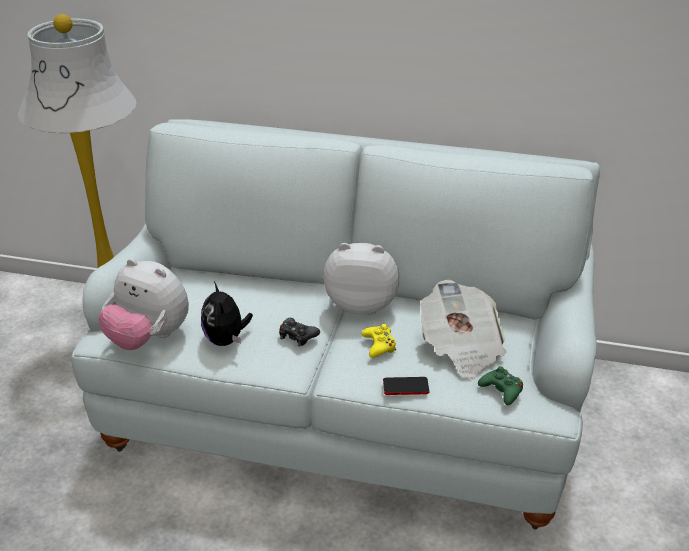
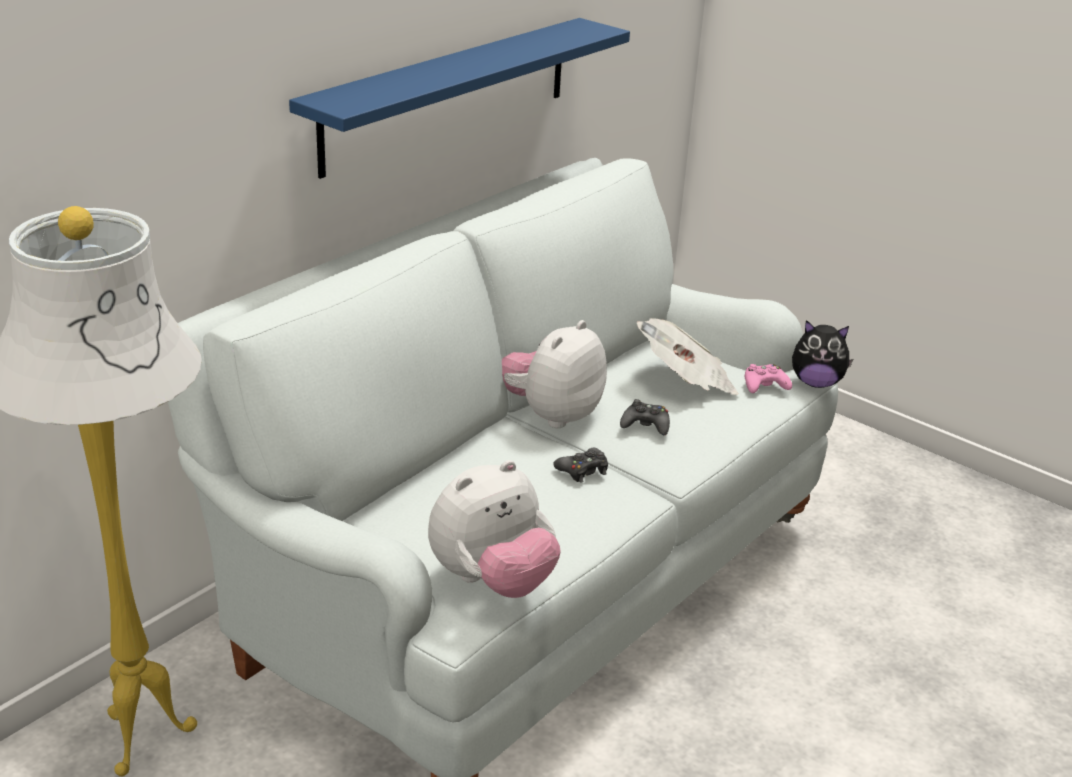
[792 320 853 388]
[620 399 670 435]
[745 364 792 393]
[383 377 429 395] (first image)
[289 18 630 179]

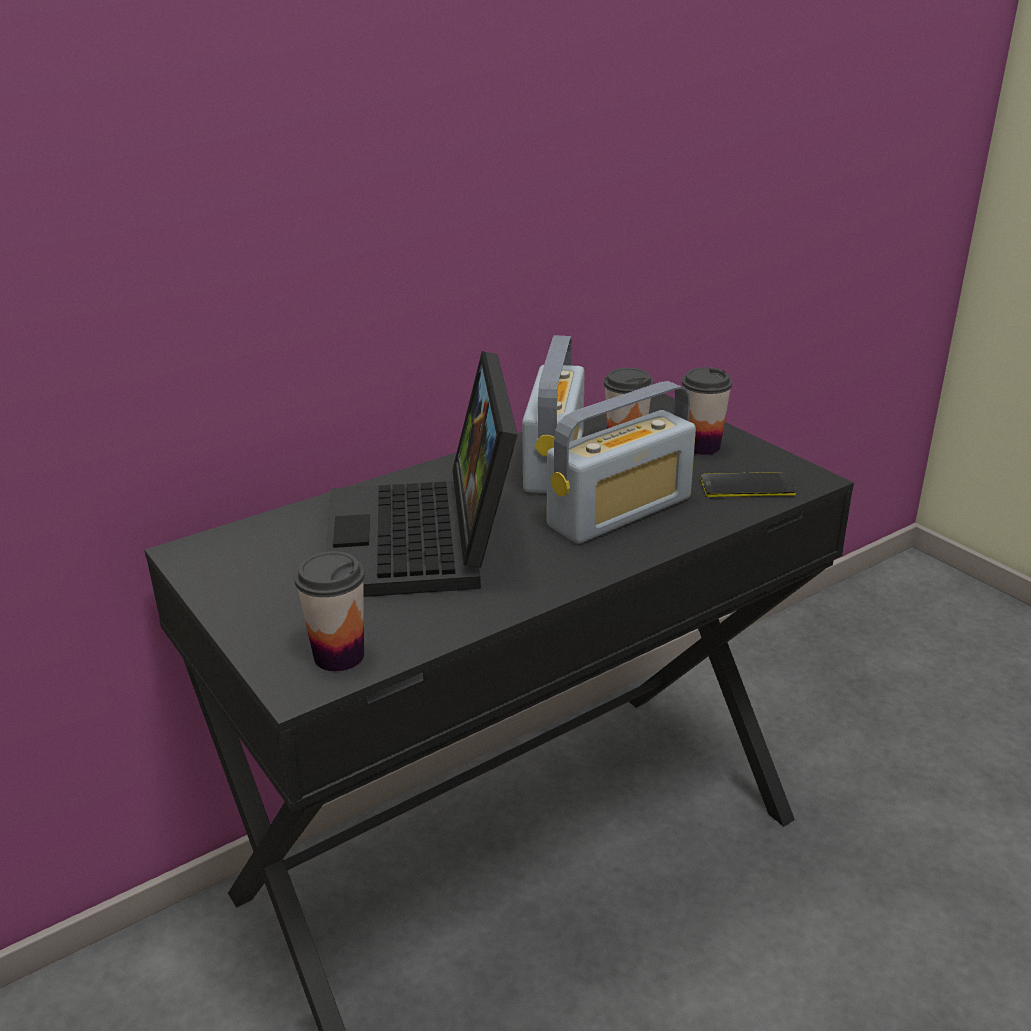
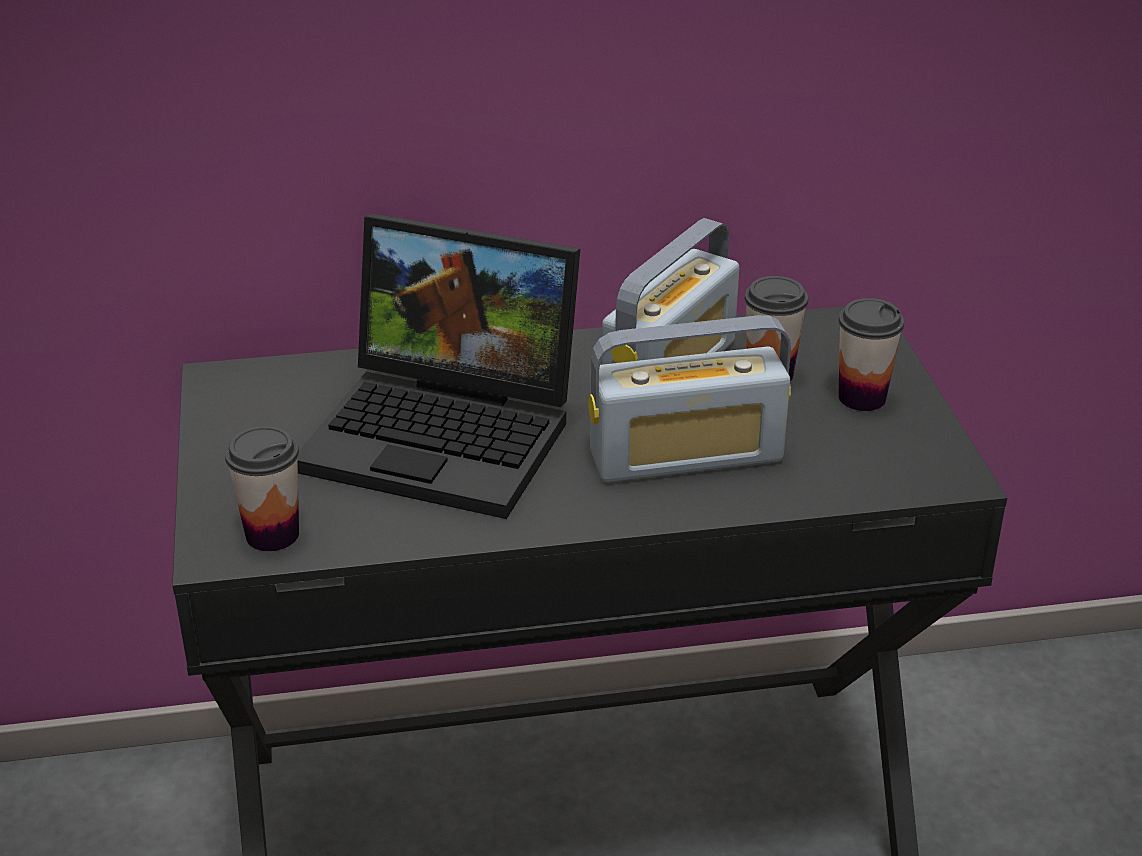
[297 213 580 519]
[701 472 796 497] (first image)

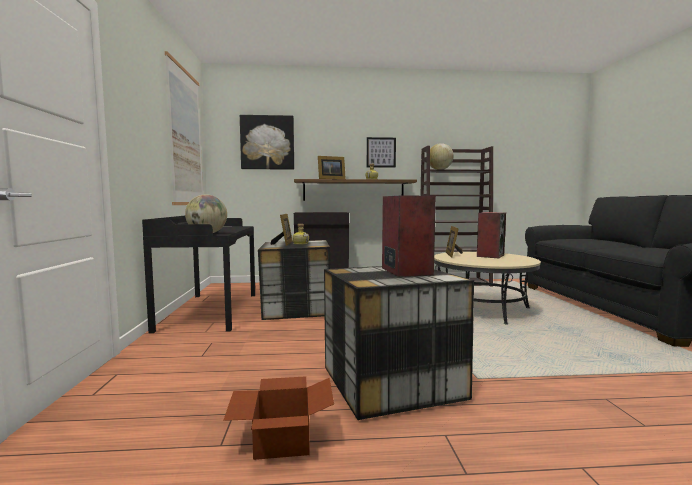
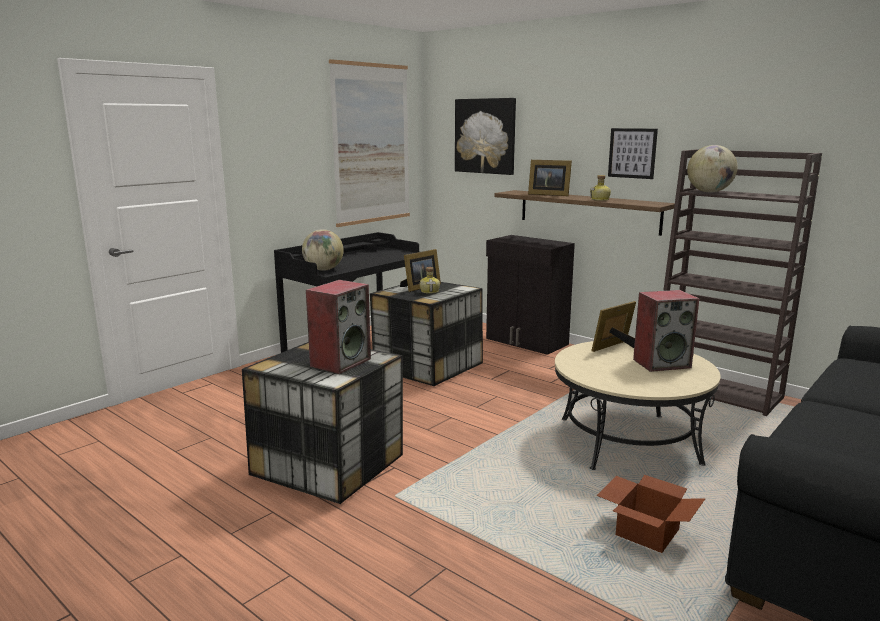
[597 475 706 553]

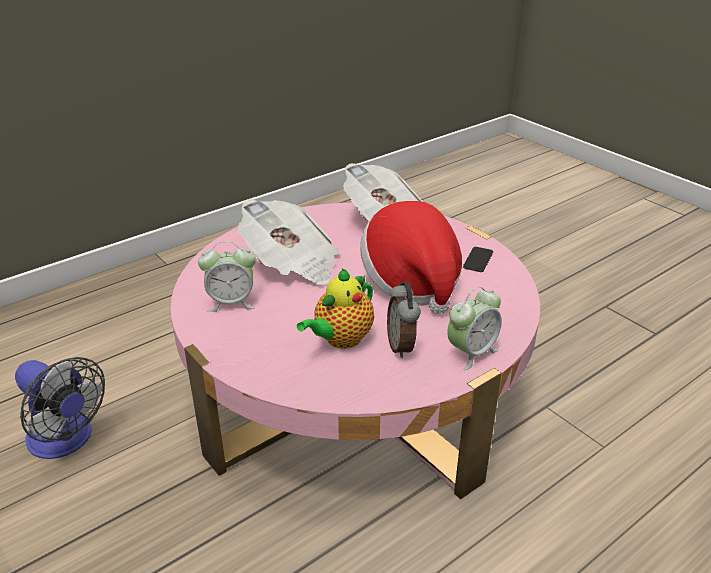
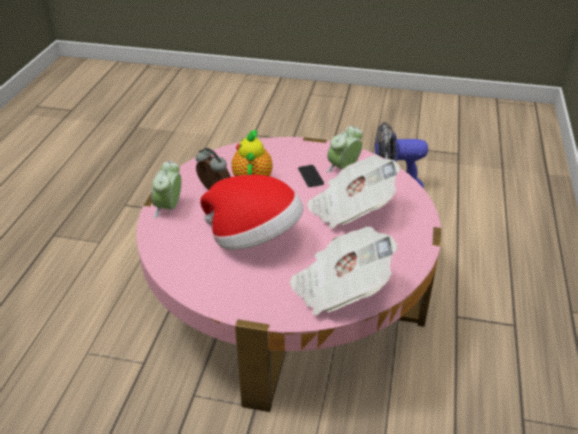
[298 165 324 187]

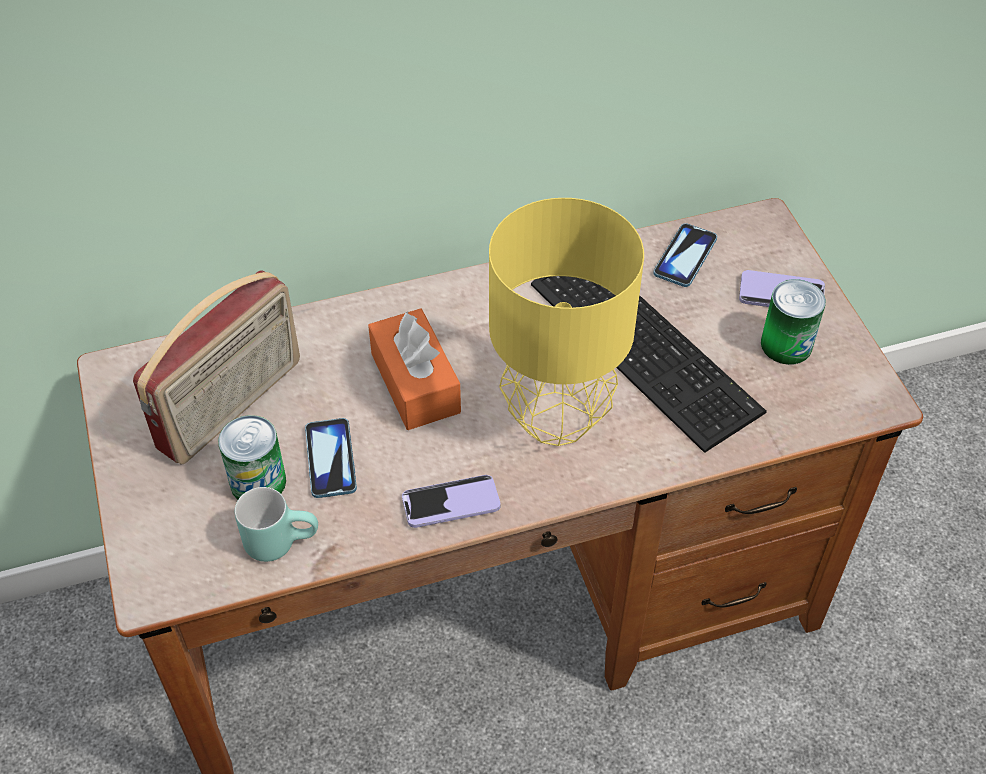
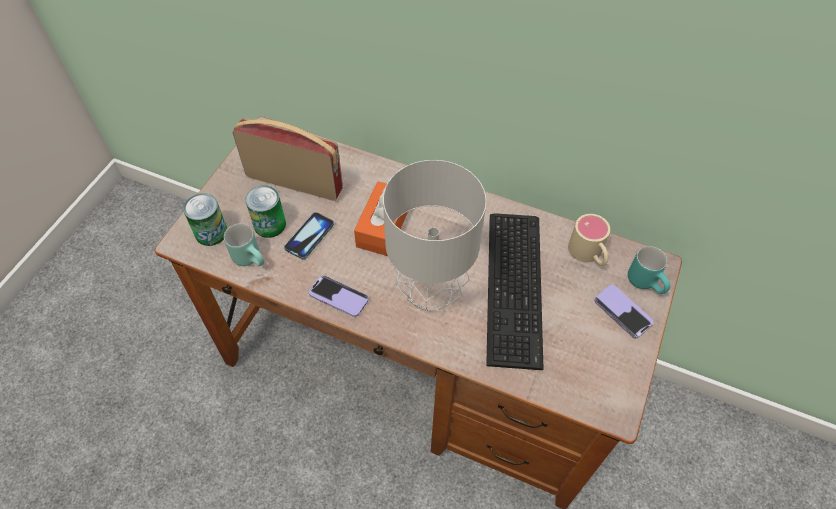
[383 160 486 311]
[568 214 610 266]
[233 118 343 201]
[183 193 227 246]
[628 246 670 294]

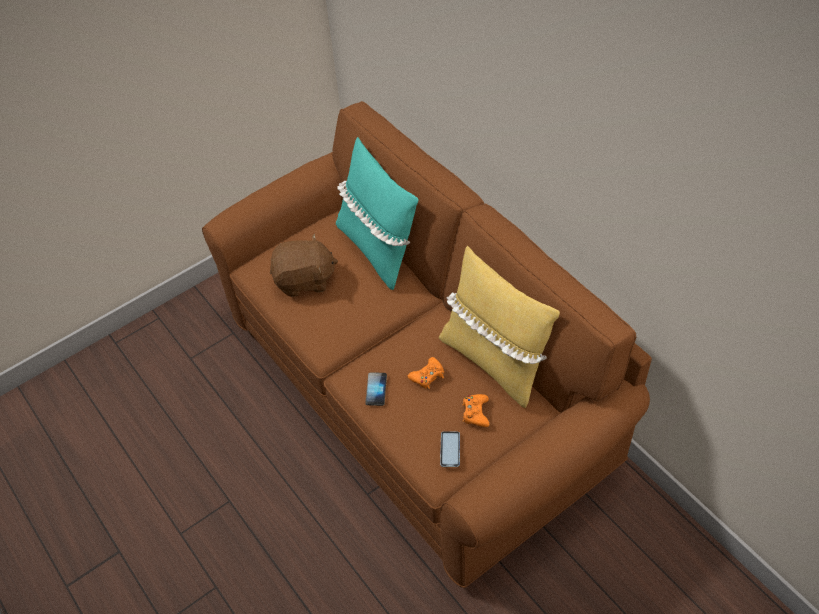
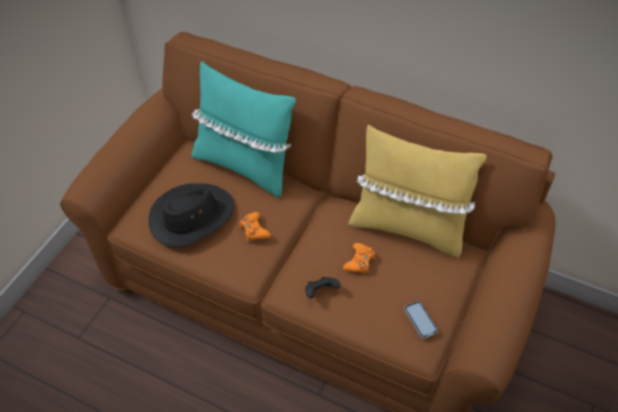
[149 183 235 247]
[305 277 340 298]
[240 212 271 241]

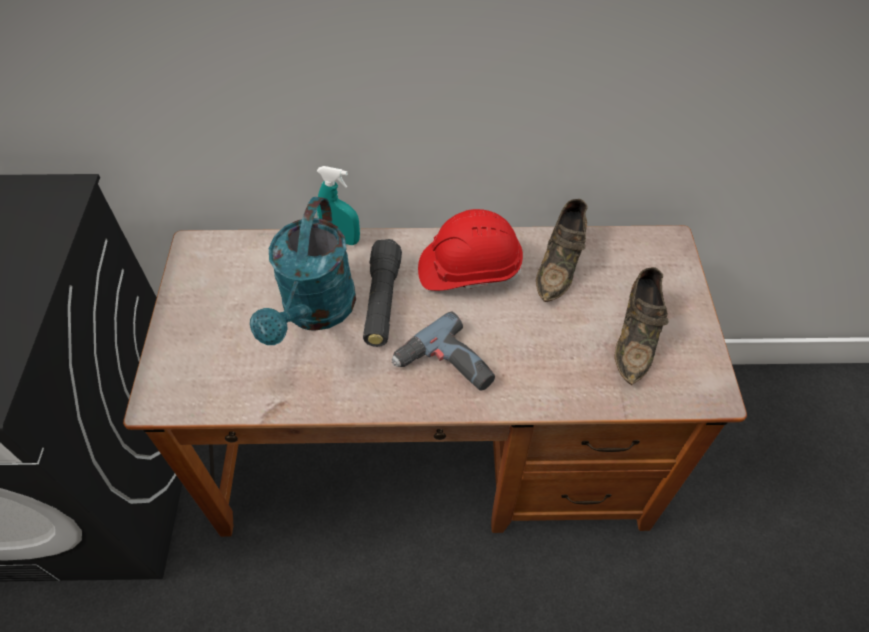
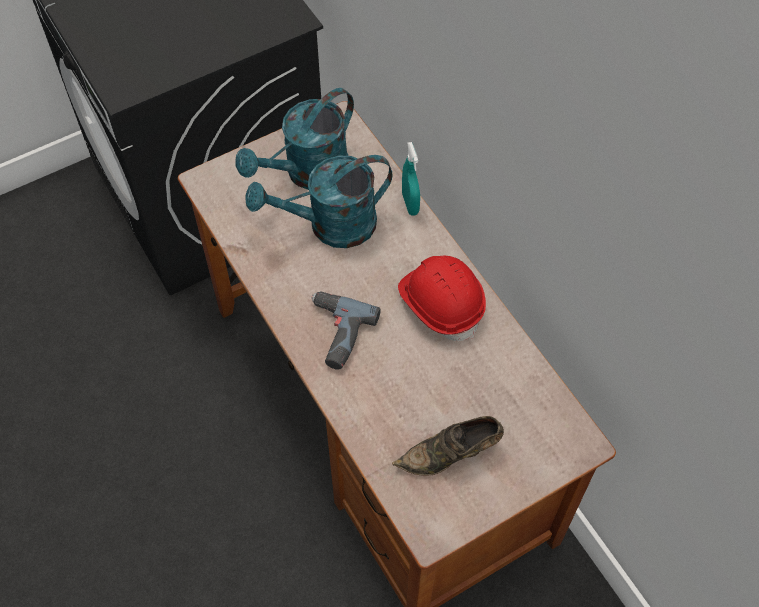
[536 199 588 302] (first image)
[363 239 402 347] (first image)
[235 88 354 190]

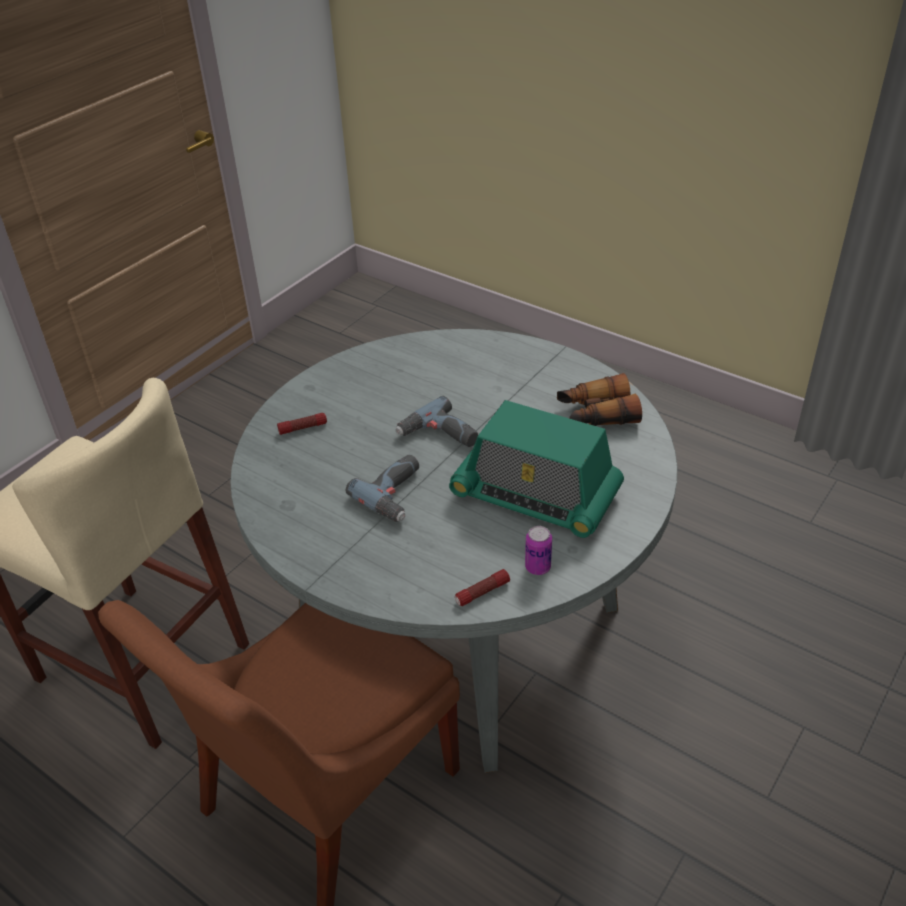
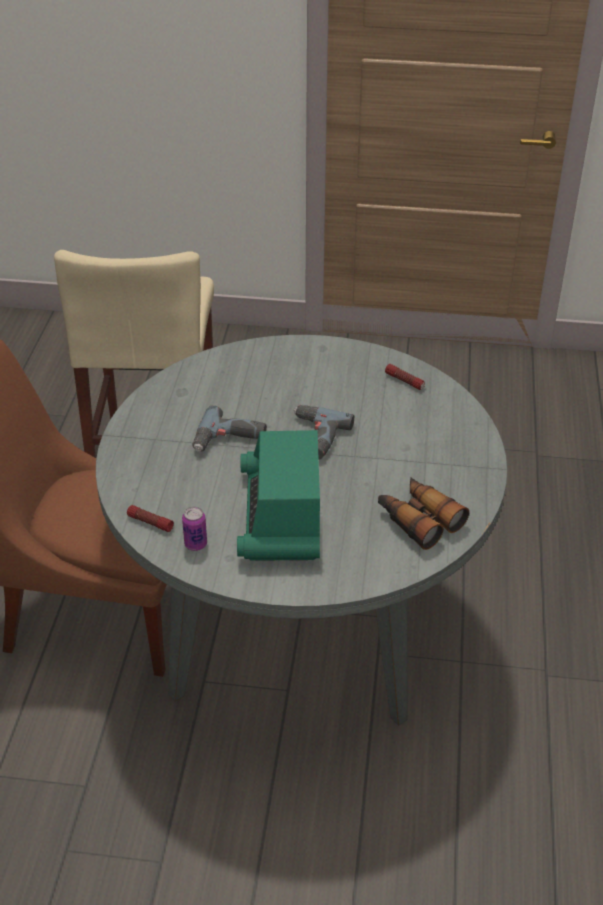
[385 364 425 390]

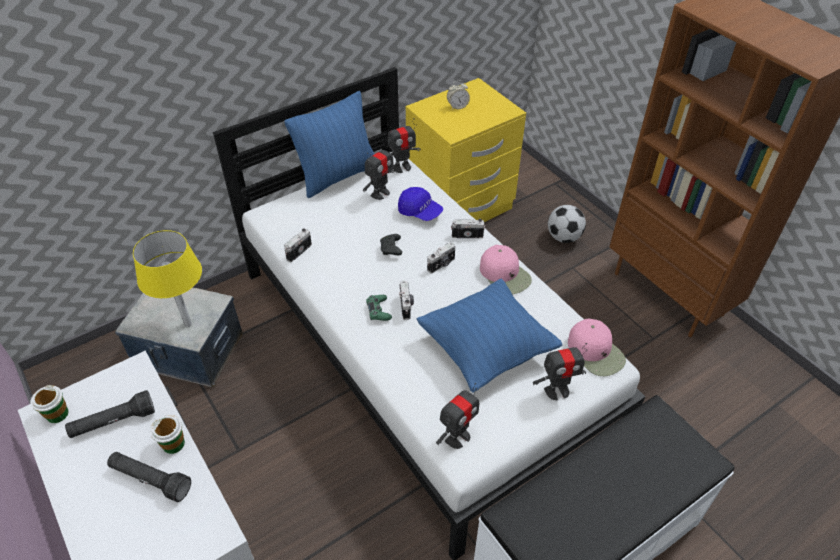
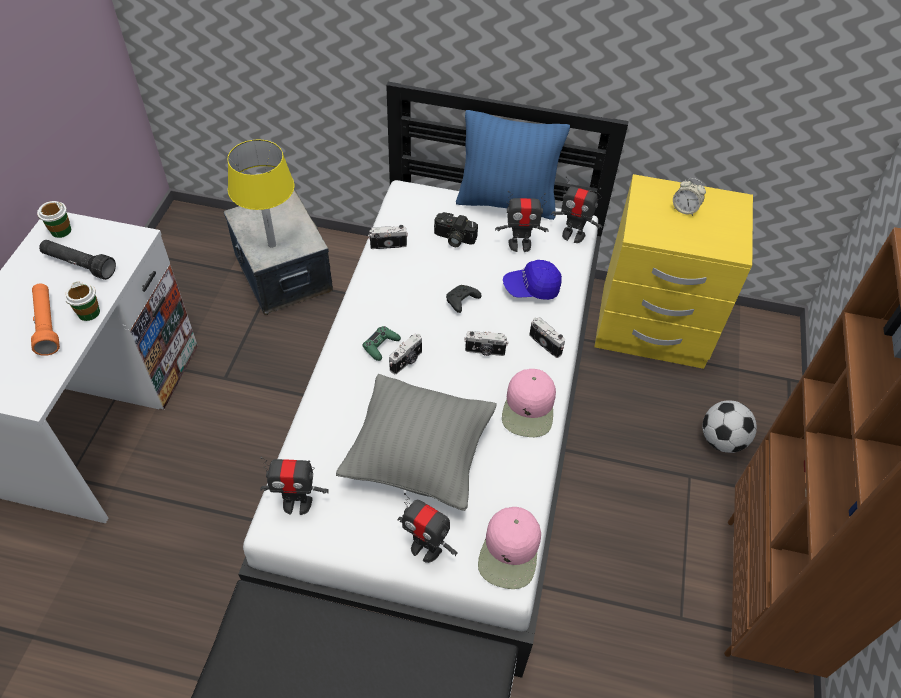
[503 260 562 300]
[336 374 497 511]
[31 284 60 356]
[434 212 478 247]

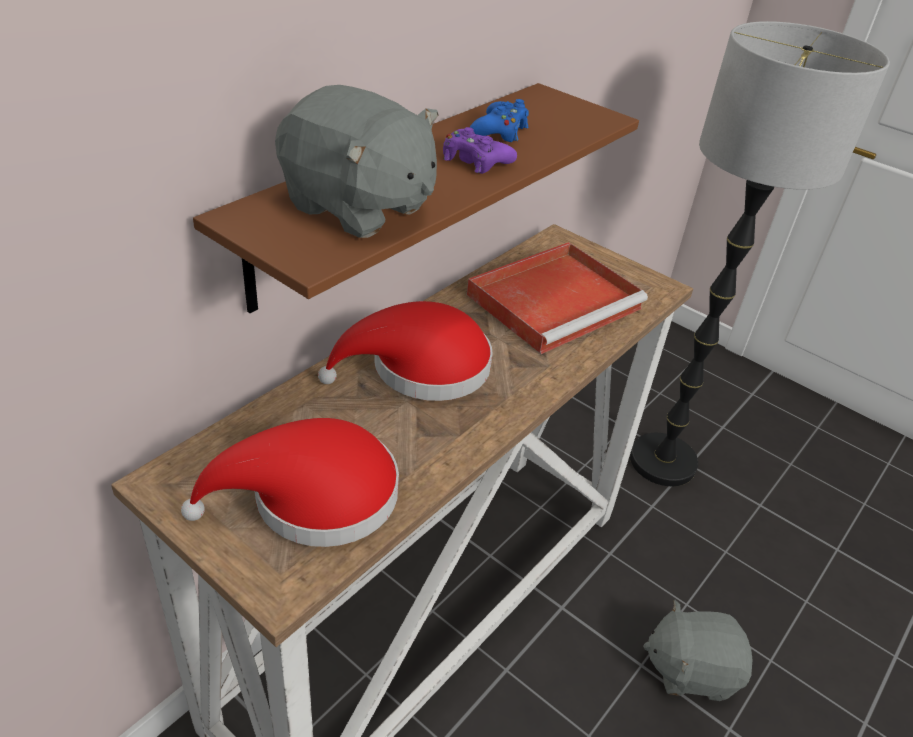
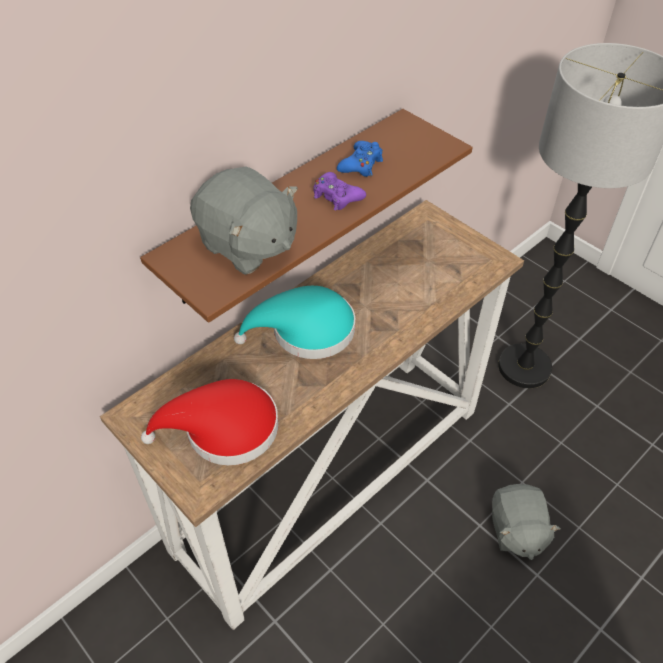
[467 242 648 354] (first image)
[234 286 355 359]
[492 484 561 560]

